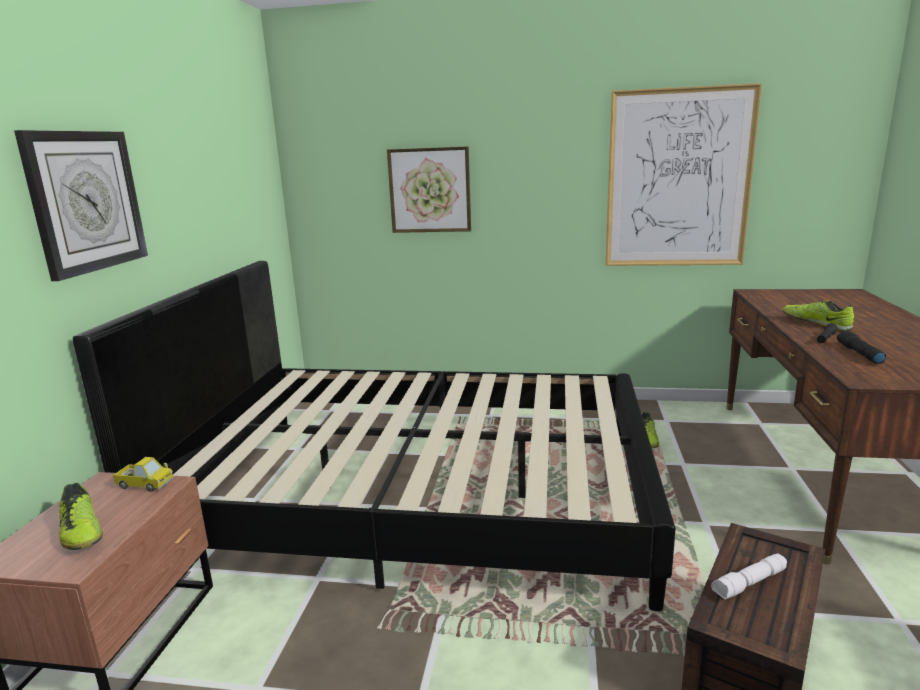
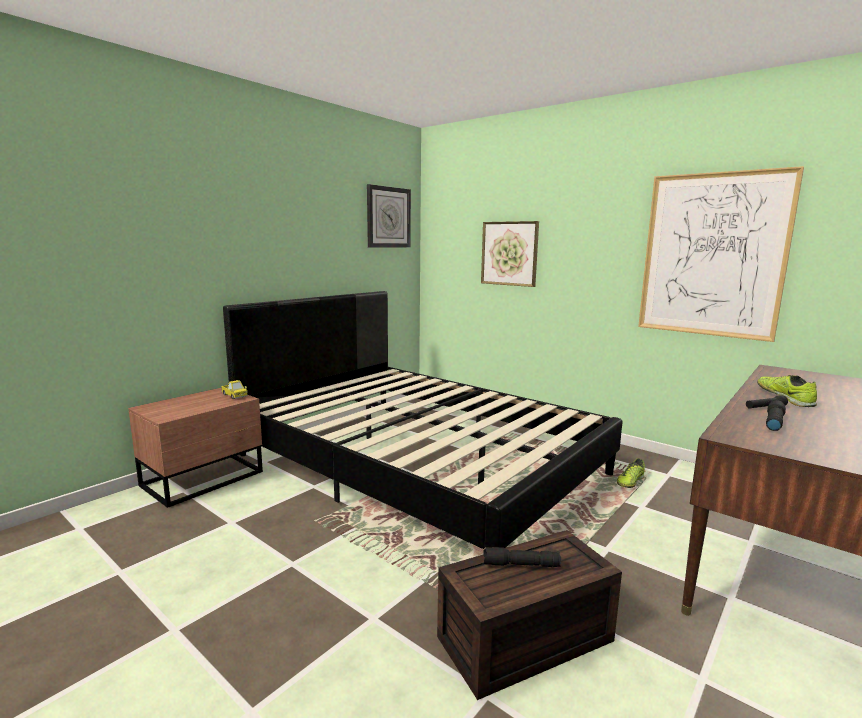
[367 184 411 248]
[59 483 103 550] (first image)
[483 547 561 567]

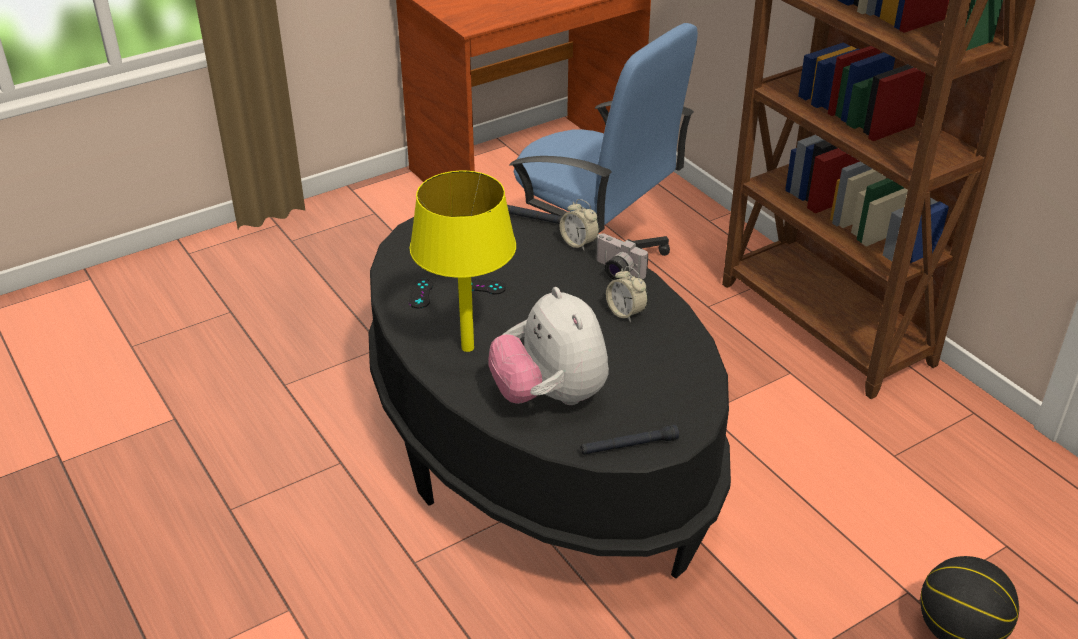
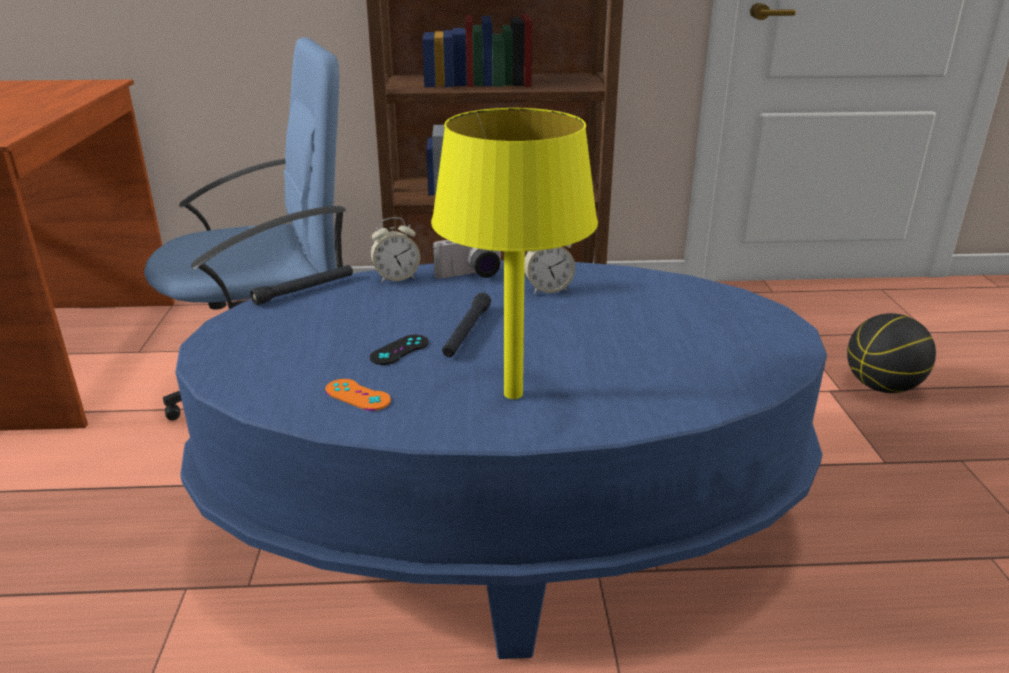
[175 260 827 659]
[325 379 391 411]
[488 287 609 405] (first image)
[442 293 491 357]

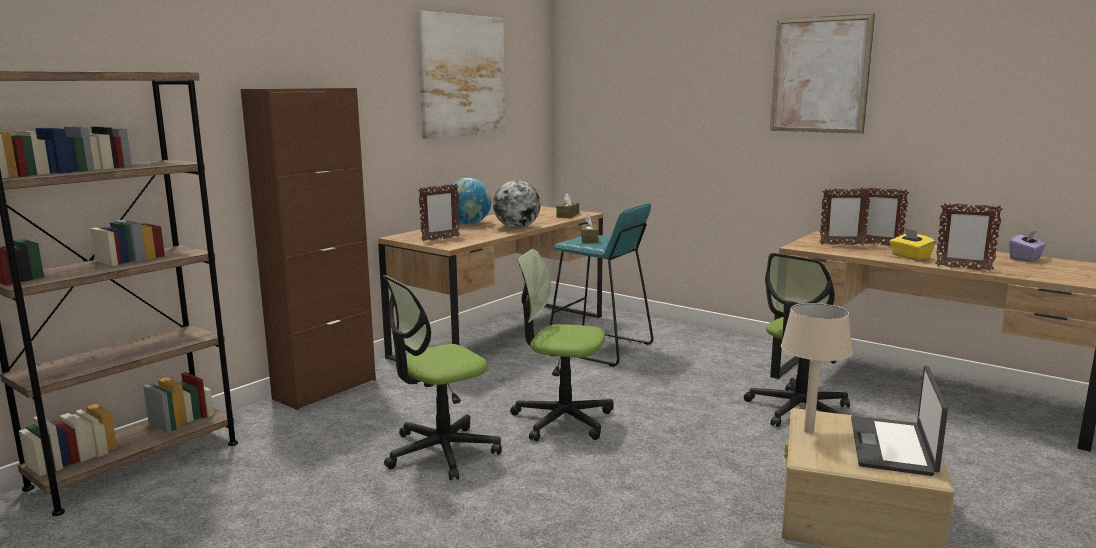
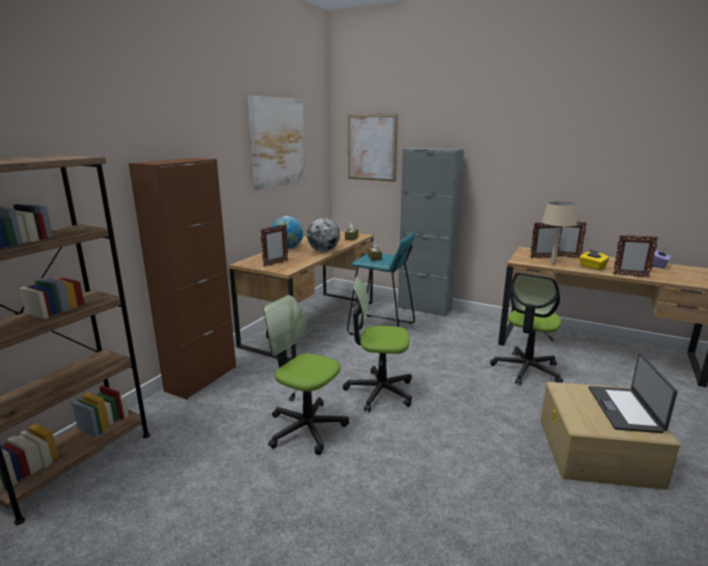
[348 114 398 182]
[264 295 349 455]
[542 202 577 265]
[398 148 464 317]

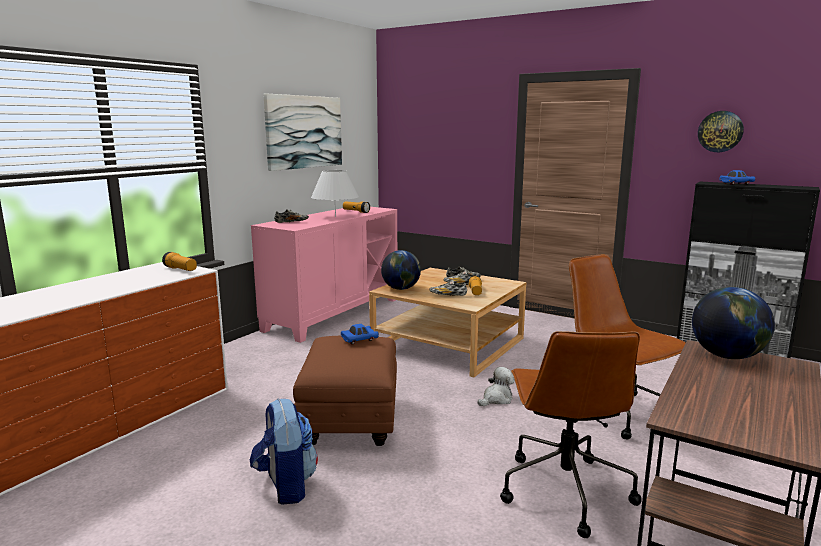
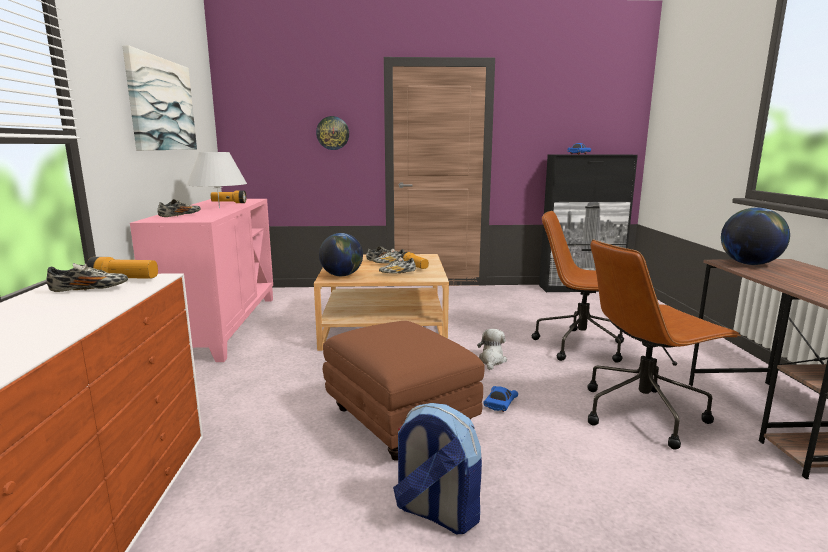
[316 116 349 150]
[483 386 518 412]
[588 240 741 449]
[46 263 128 292]

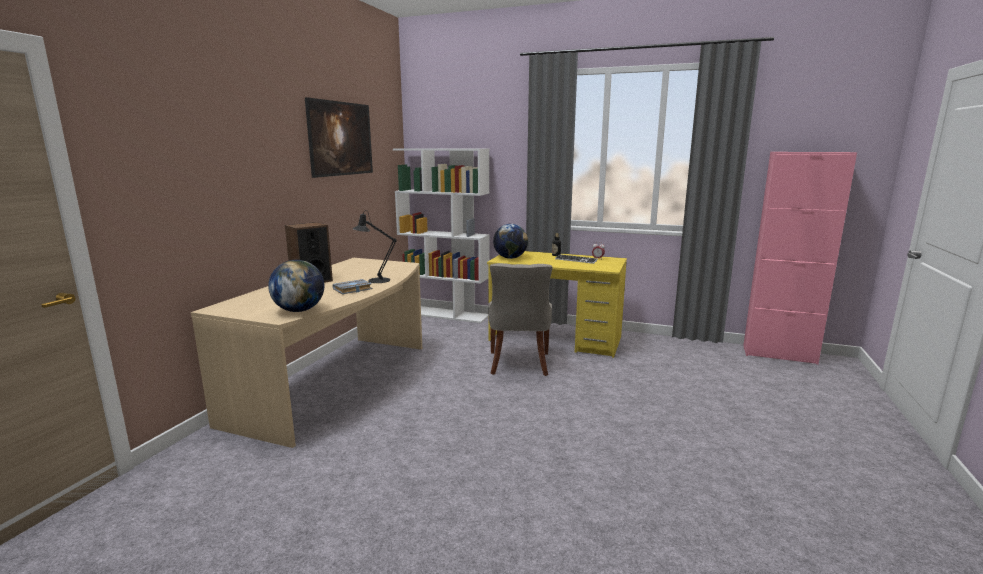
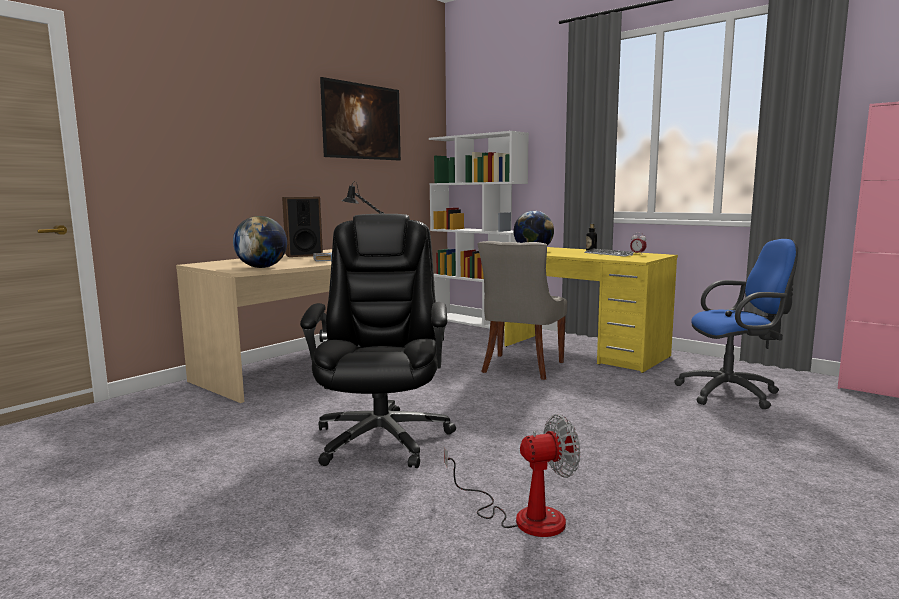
[300 214 456 468]
[674 239 798 409]
[444 414 580 537]

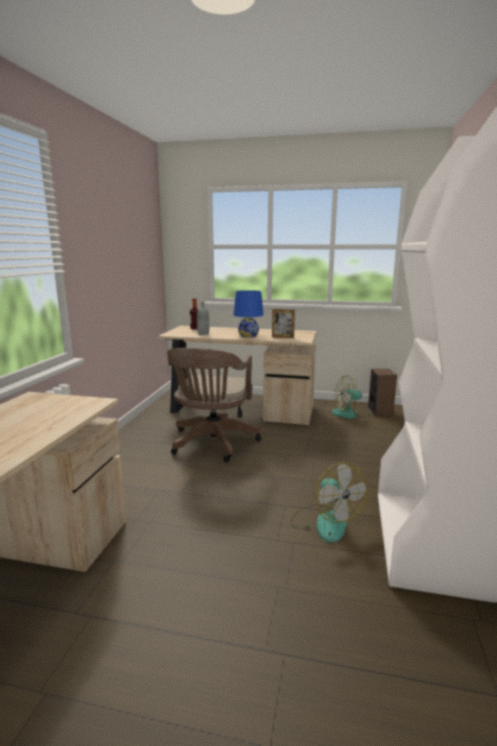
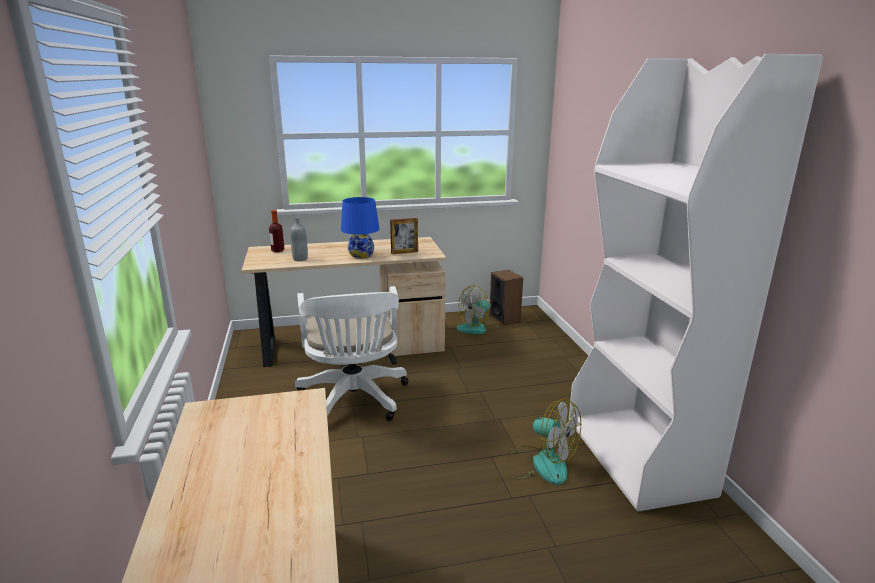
[295 286 409 421]

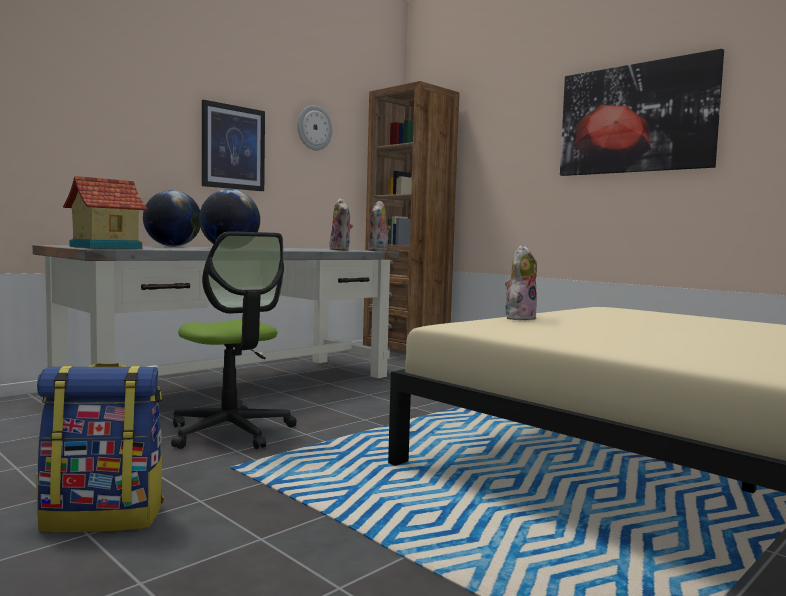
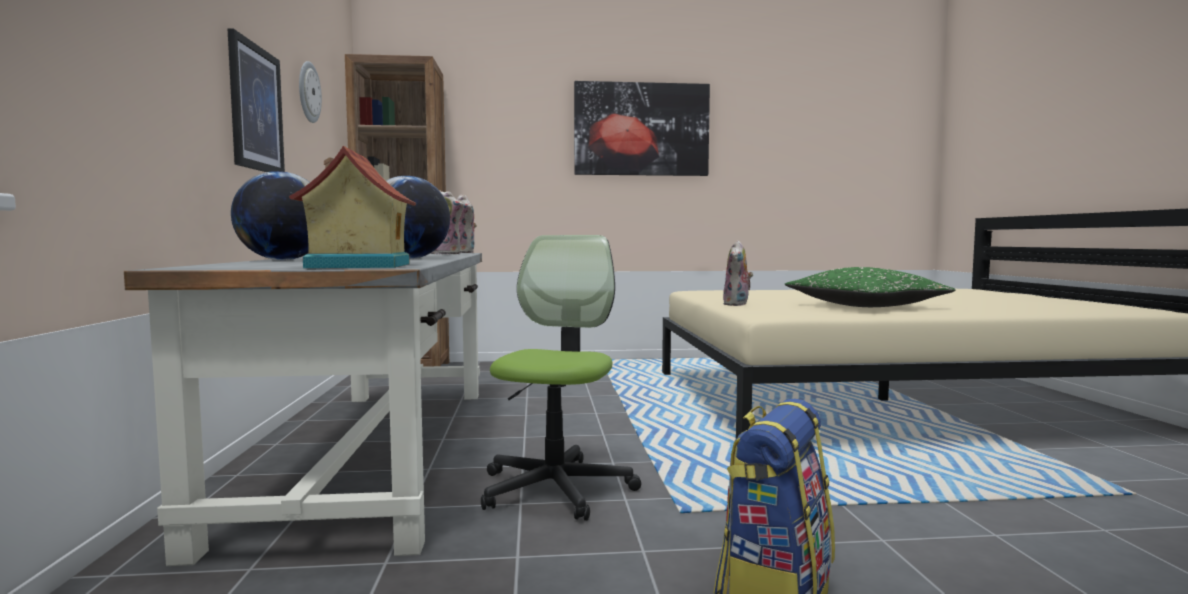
[481 235 641 521]
[723 240 753 306]
[784 267 956 307]

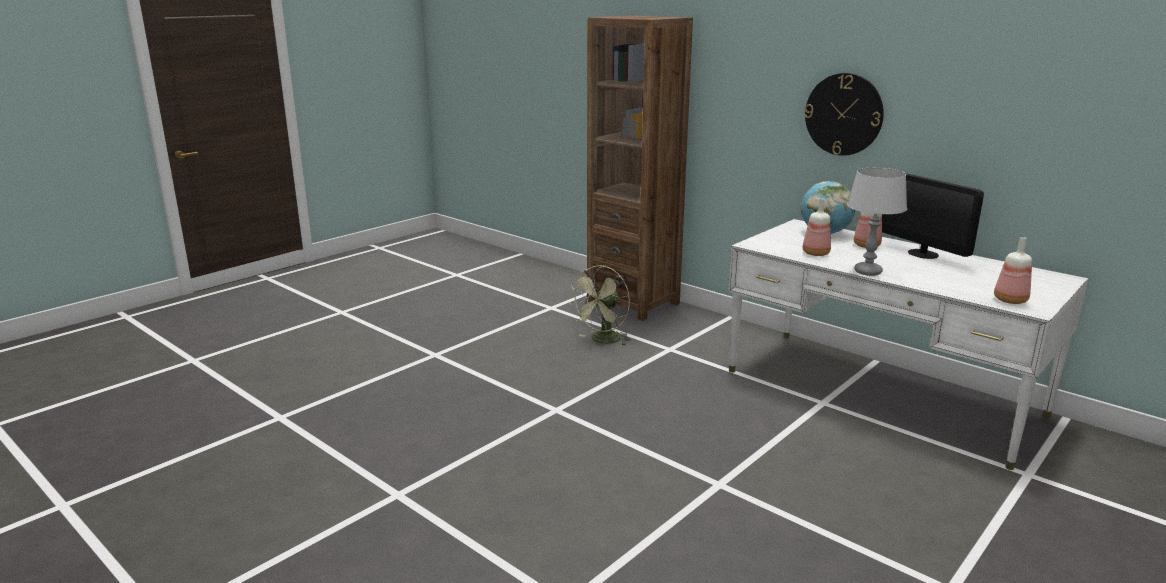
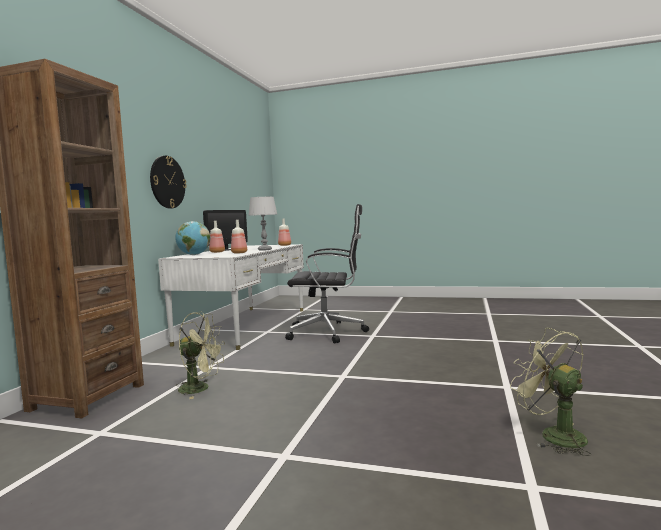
[285 204 369 344]
[510 328 591 456]

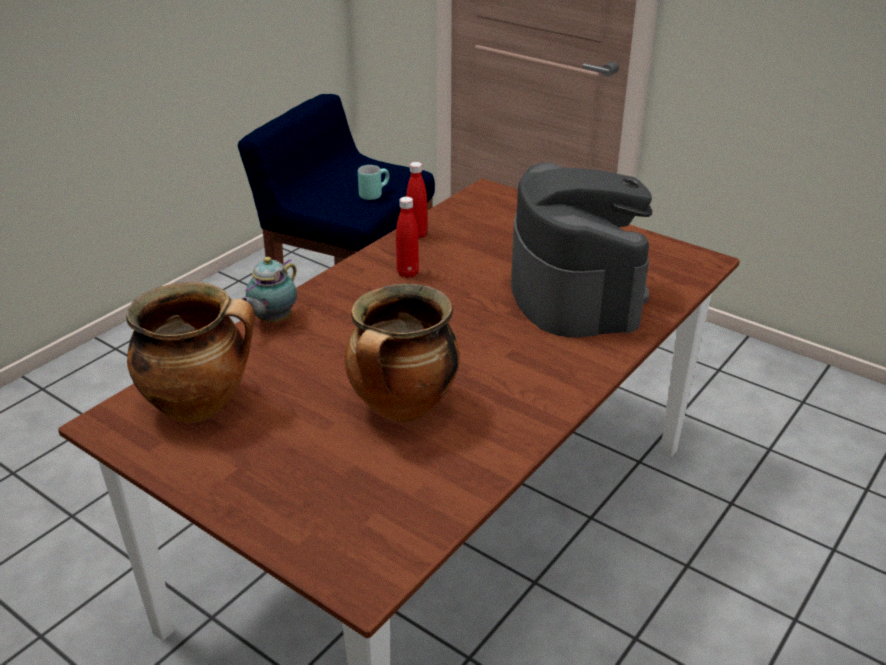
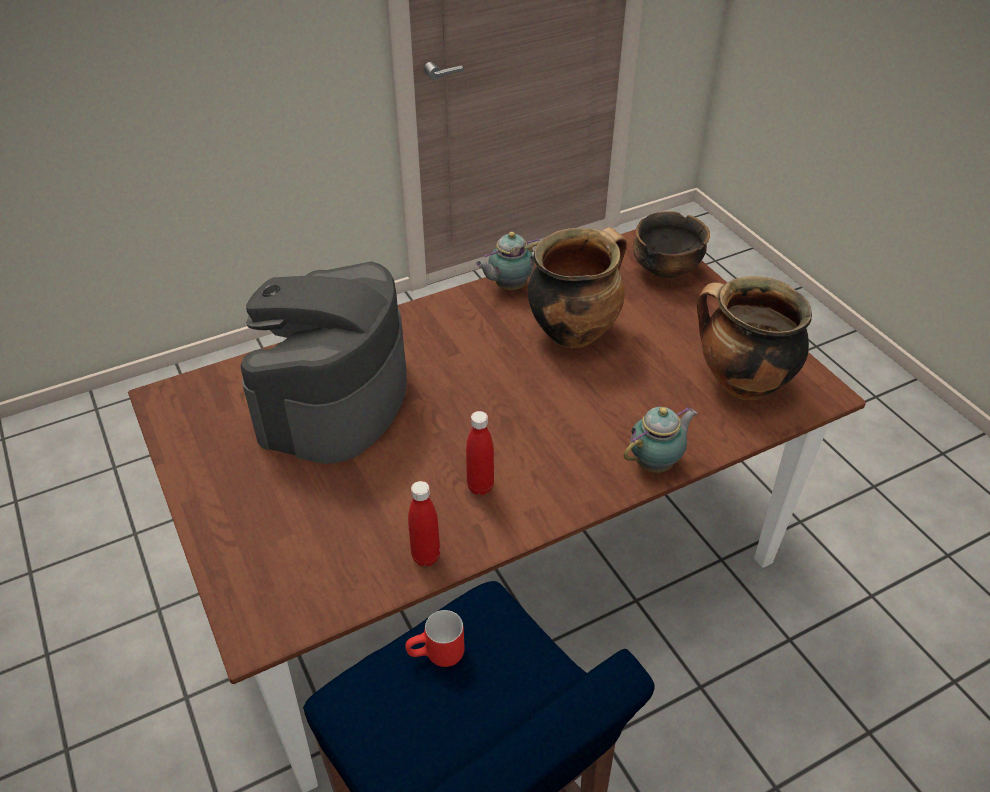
[405 610 465 667]
[633 211 710 279]
[475 232 540 290]

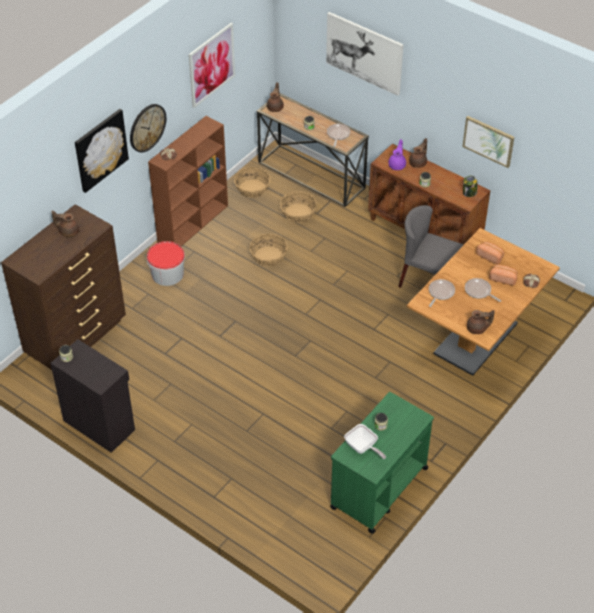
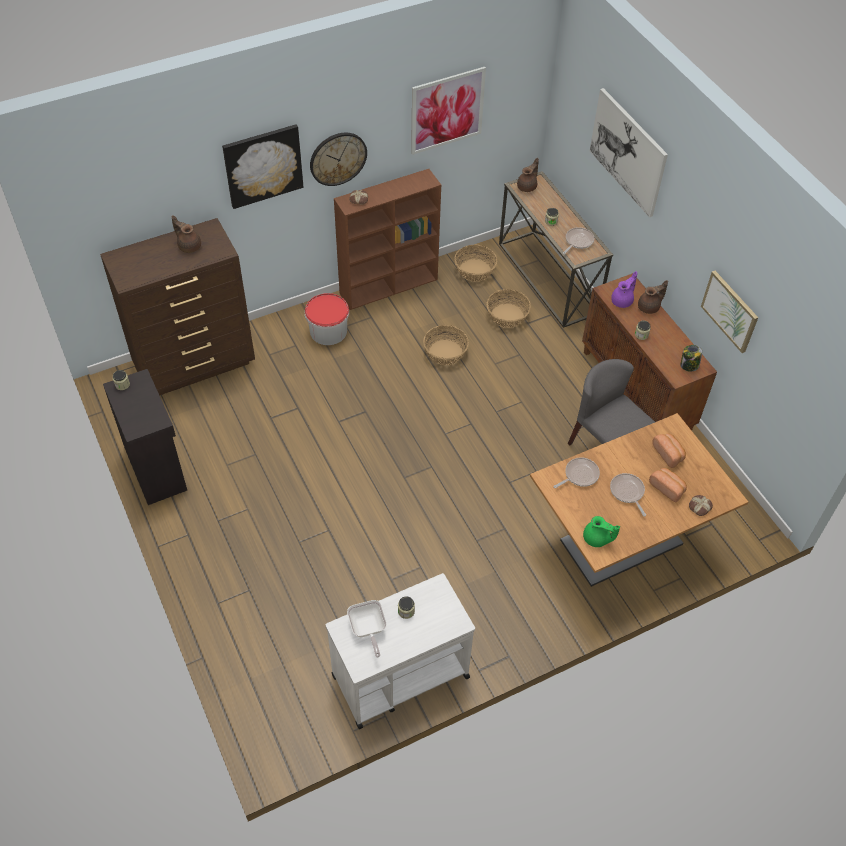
[583 516 620 547]
[326 573 475 729]

